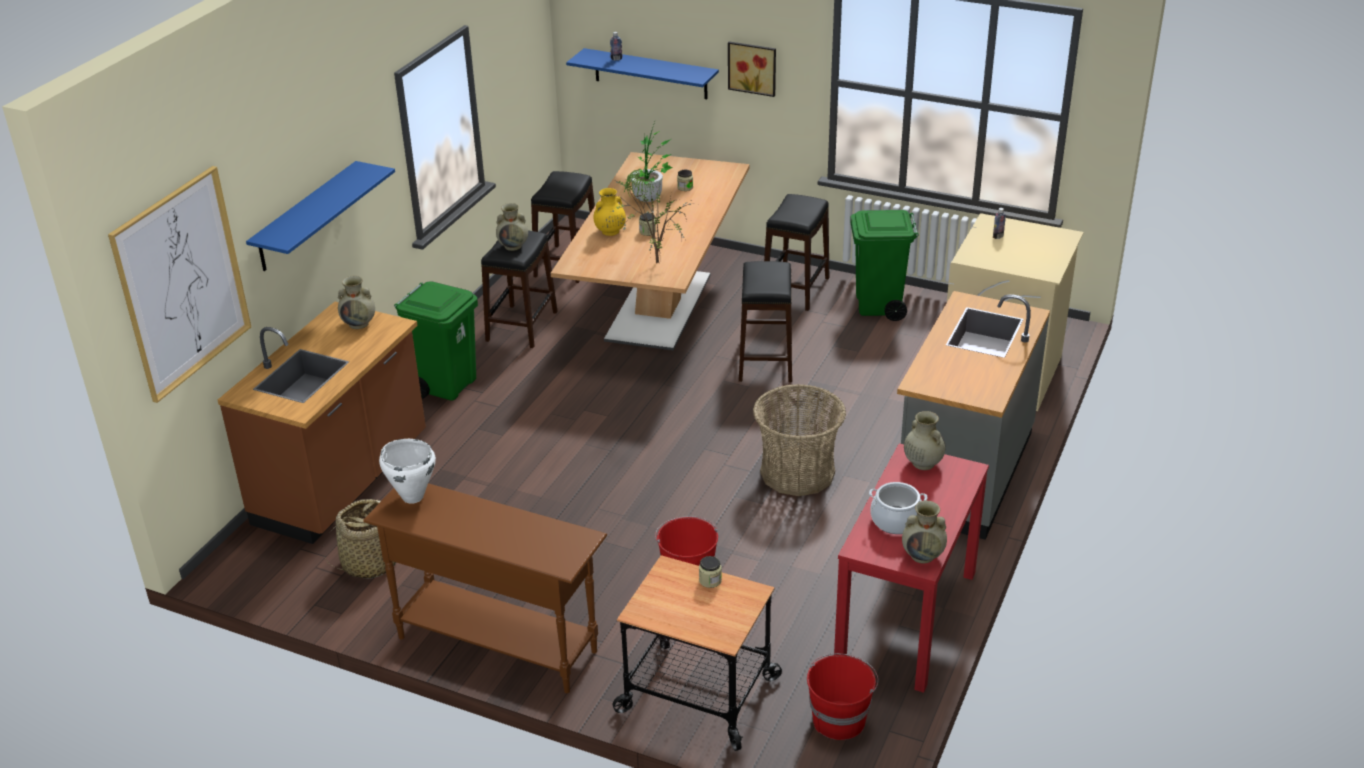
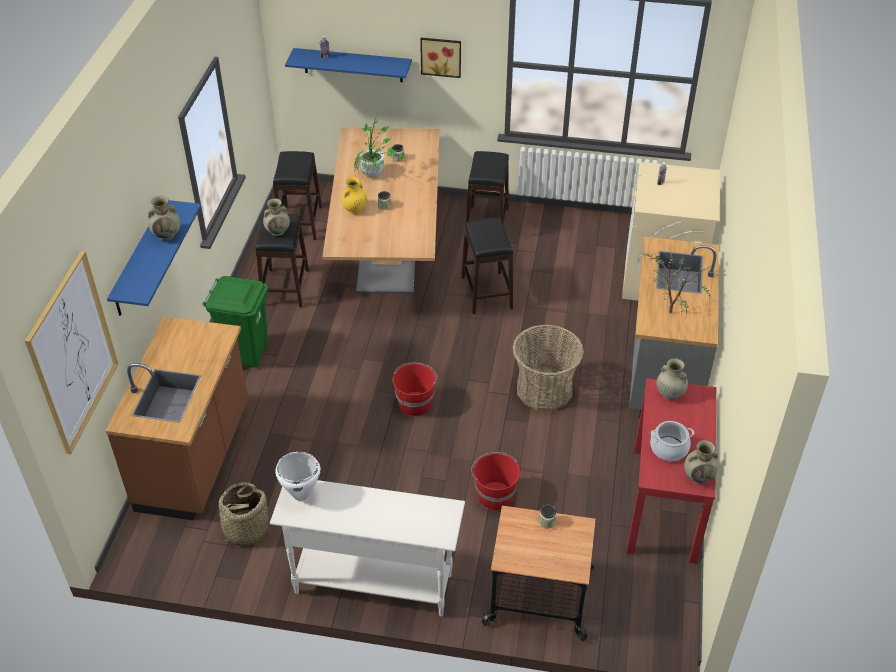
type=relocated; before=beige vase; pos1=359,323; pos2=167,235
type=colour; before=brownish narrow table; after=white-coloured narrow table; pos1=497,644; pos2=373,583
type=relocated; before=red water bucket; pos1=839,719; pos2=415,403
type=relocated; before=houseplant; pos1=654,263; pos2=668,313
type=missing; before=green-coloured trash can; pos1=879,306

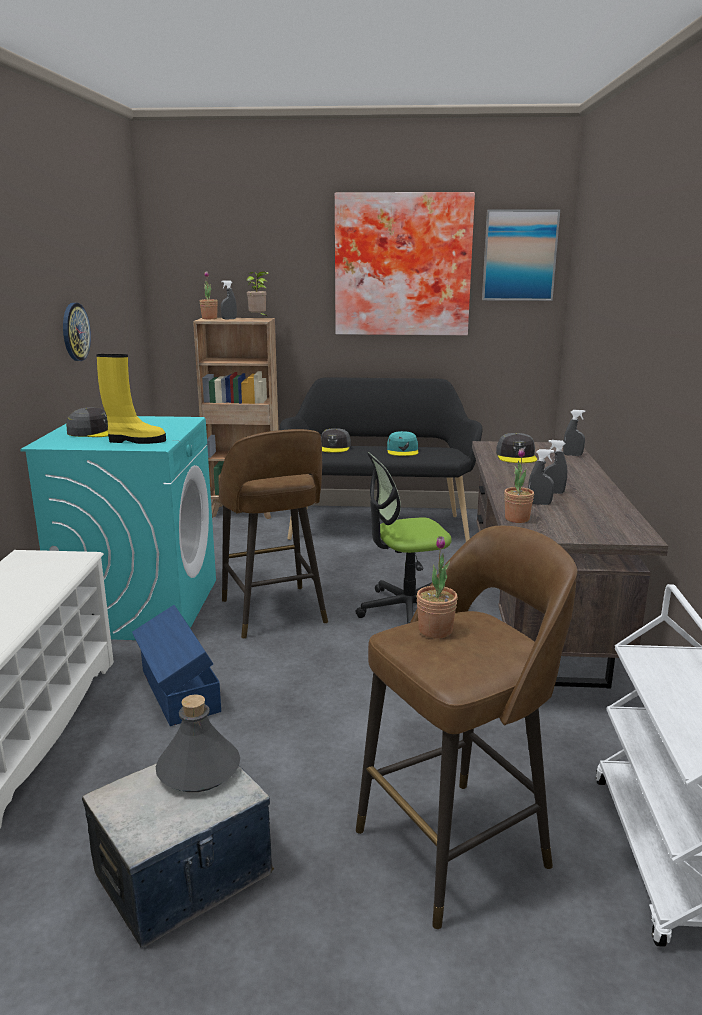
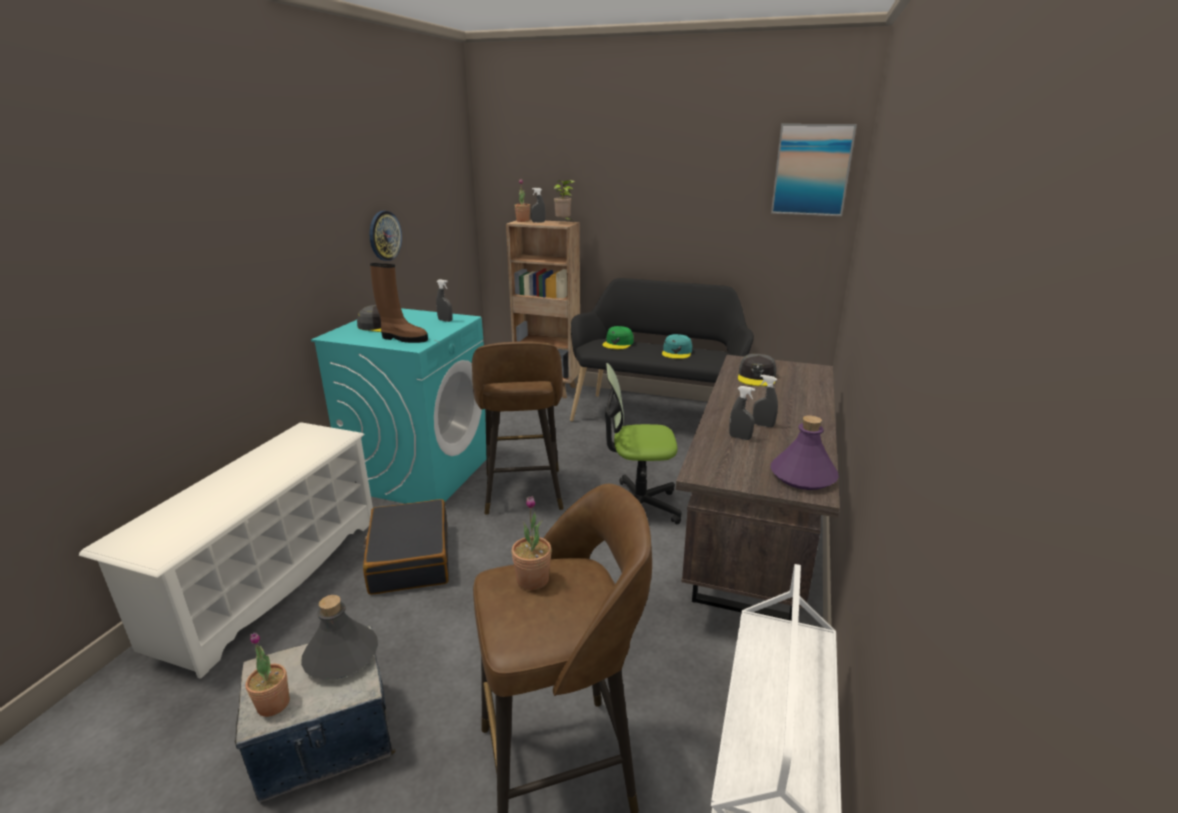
type=relocated; before=houseplant; pos1=517,519; pos2=273,704
type=exchanged; before=blue storage box; after=blackish suitcase; pos1=178,692; pos2=409,558
type=colour; before=yellowish high-top boot; after=brownish high-top boot; pos1=135,441; pos2=403,338
type=relocated; before=gray spray bottle; pos1=572,455; pos2=445,320
type=colour; before=gray baseball cap; after=green-coloured baseball cap; pos1=334,447; pos2=618,343
type=appeared; after=purplish bottle; pos2=803,476
type=missing; before=picture; pos1=402,265

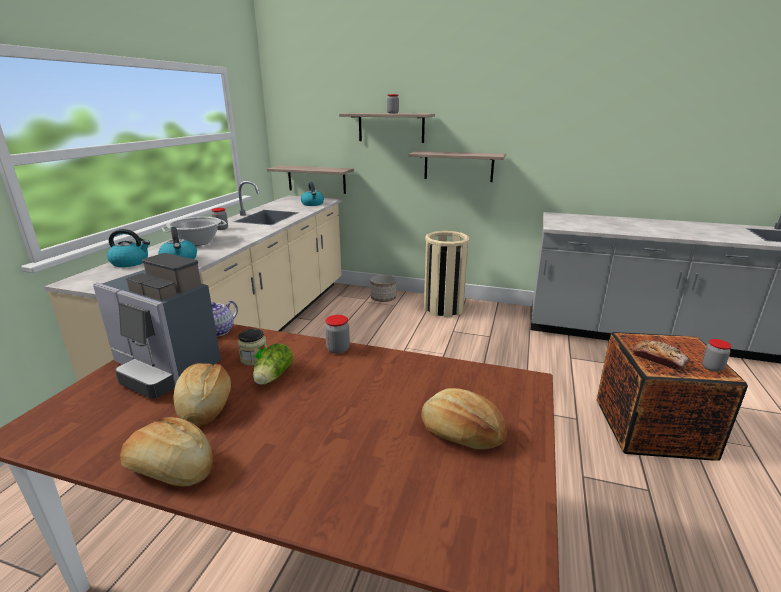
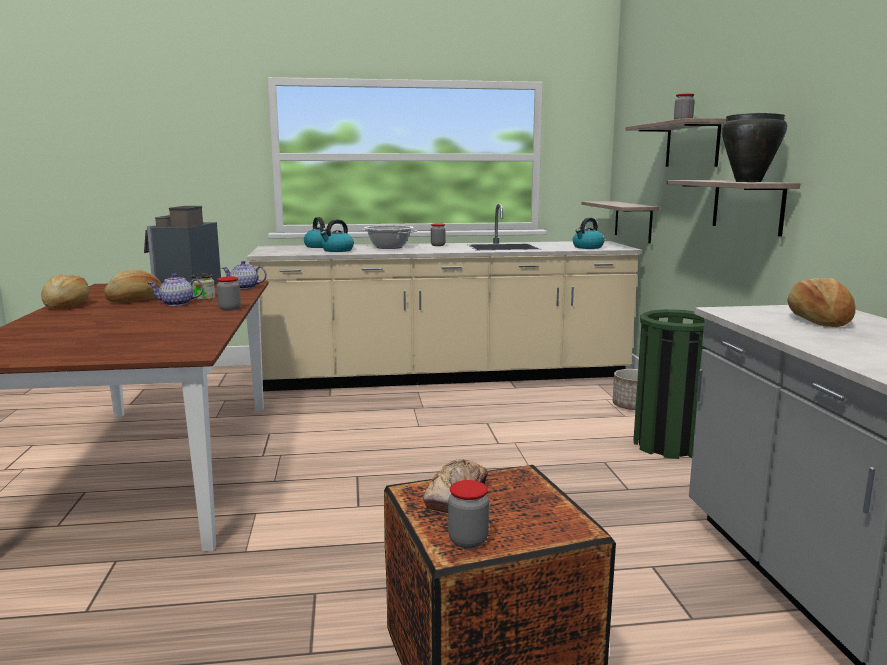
type=exchanged; before=head of lettuce; after=tea pot; pos1=272,377; pos2=176,304
type=colour; before=beige trash can; after=green-coloured trash can; pos1=443,308; pos2=668,444
type=appeared; after=blackish cooking pot; pos2=749,181
type=relocated; before=bread; pos1=461,434; pos2=818,320

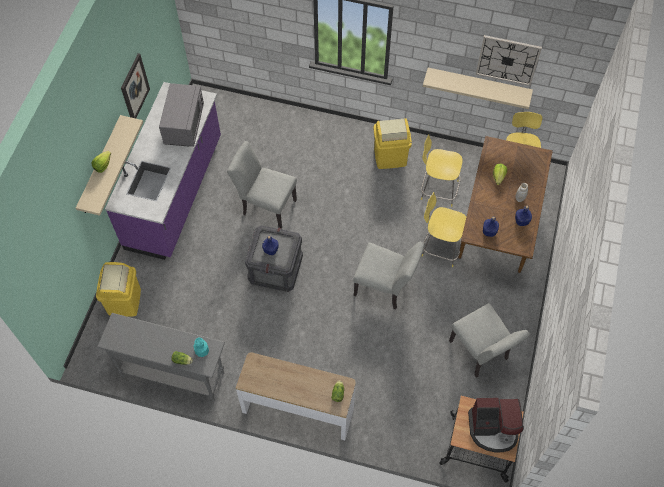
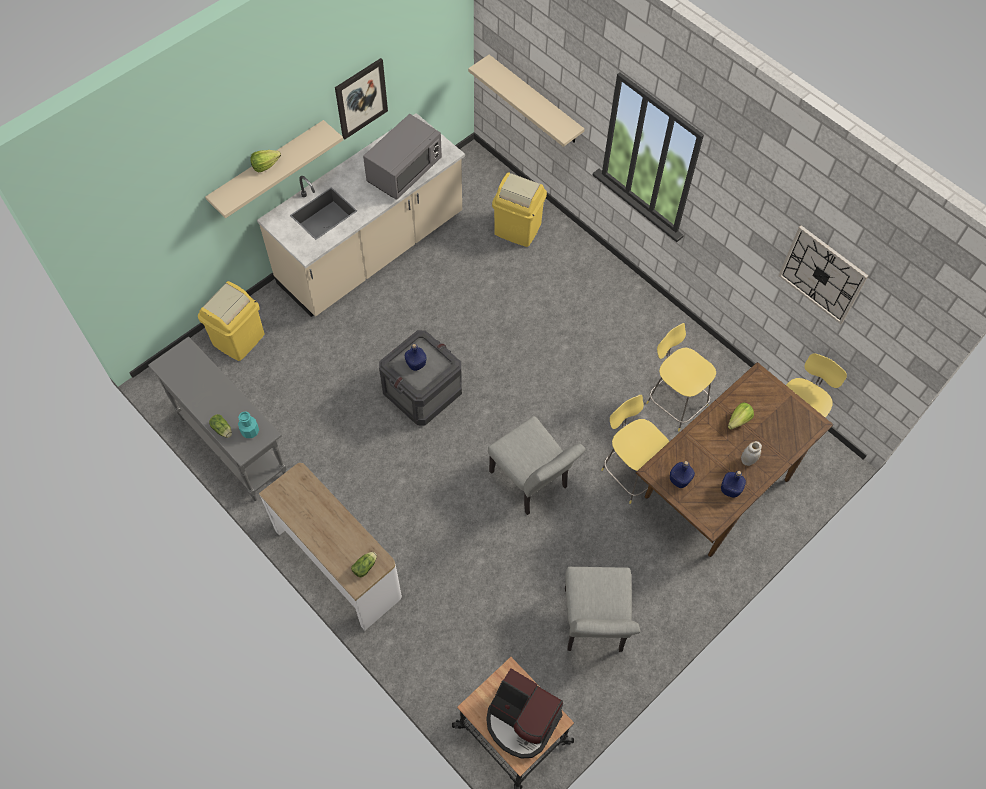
type=colour; before=purplish kitchen base unit; after=beige kitchen base unit; pos1=175,193; pos2=372,250
type=relocated; before=beige shelf; pos1=478,85; pos2=535,100
type=relocated; before=yellowish trash can; pos1=390,156; pos2=518,228
type=missing; before=gray plain chair; pos1=265,205

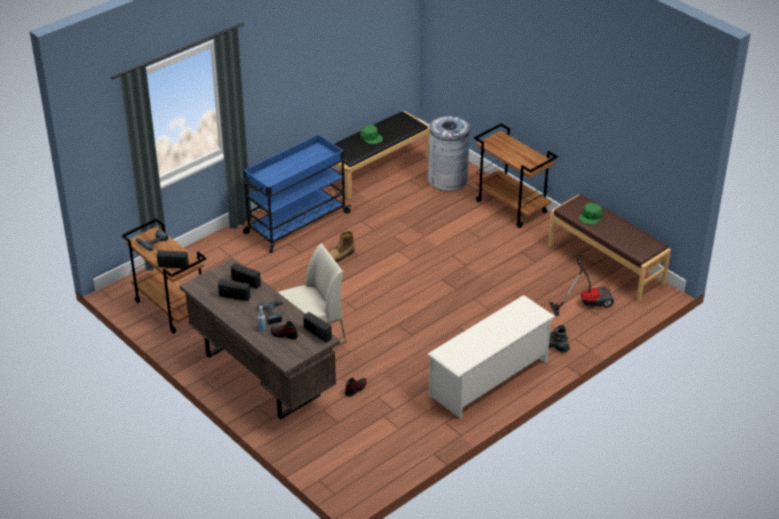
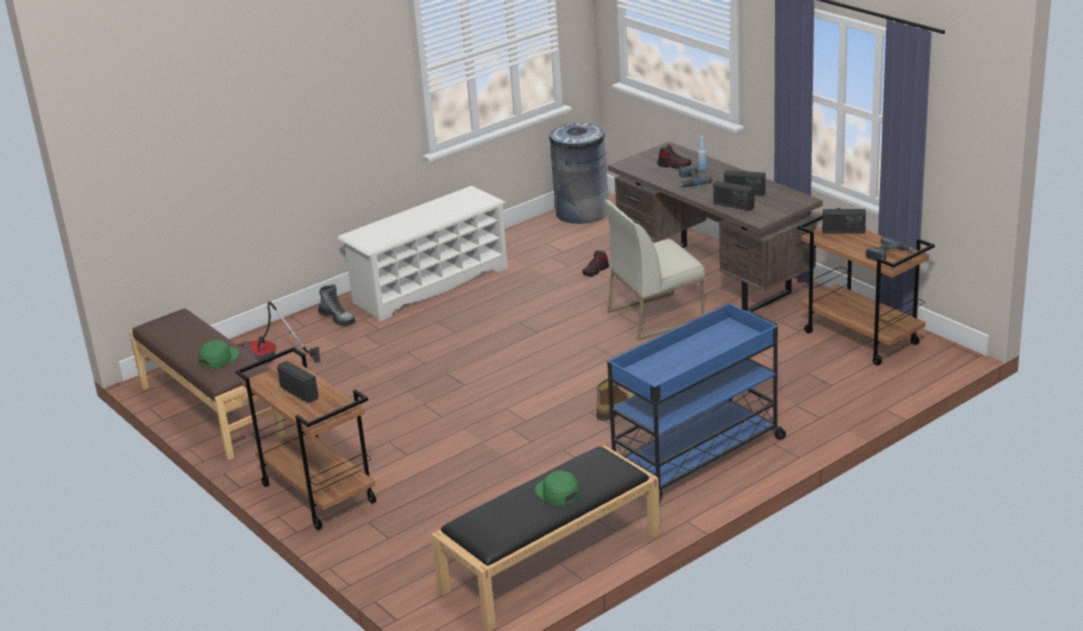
type=relocated; before=radio set; pos1=317,334; pos2=300,392
type=relocated; before=gray trash can; pos1=447,180; pos2=581,212

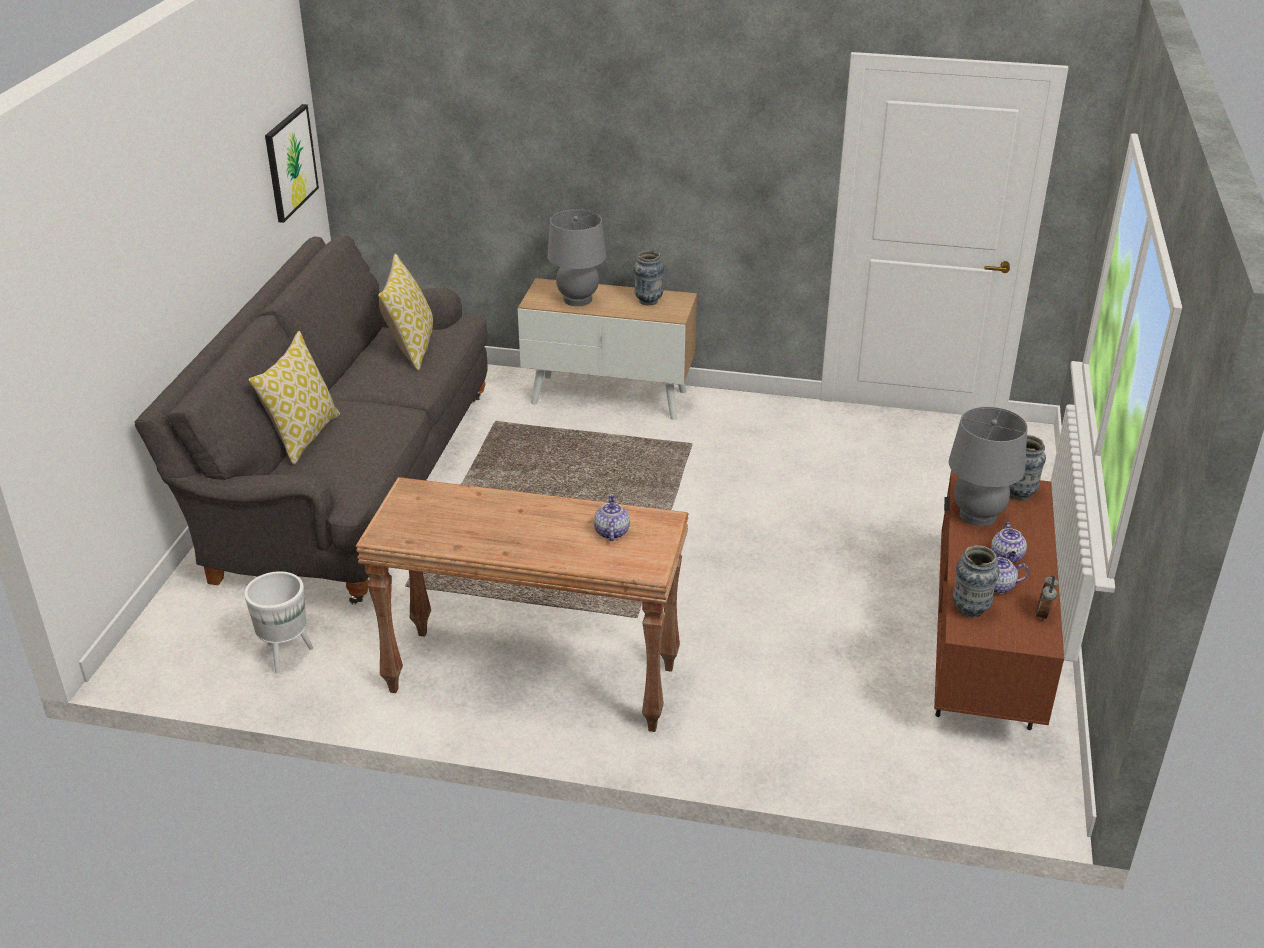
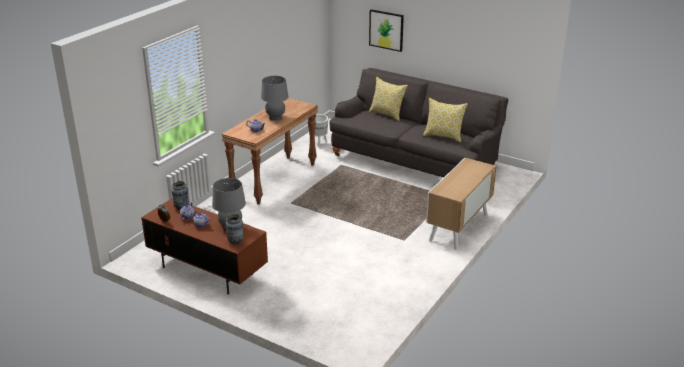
type=relocated; before=gray lamp for a table; pos1=577,299; pos2=275,117
type=relocated; before=picture; pos1=290,162; pos2=386,30
type=missing; before=vase; pos1=648,301

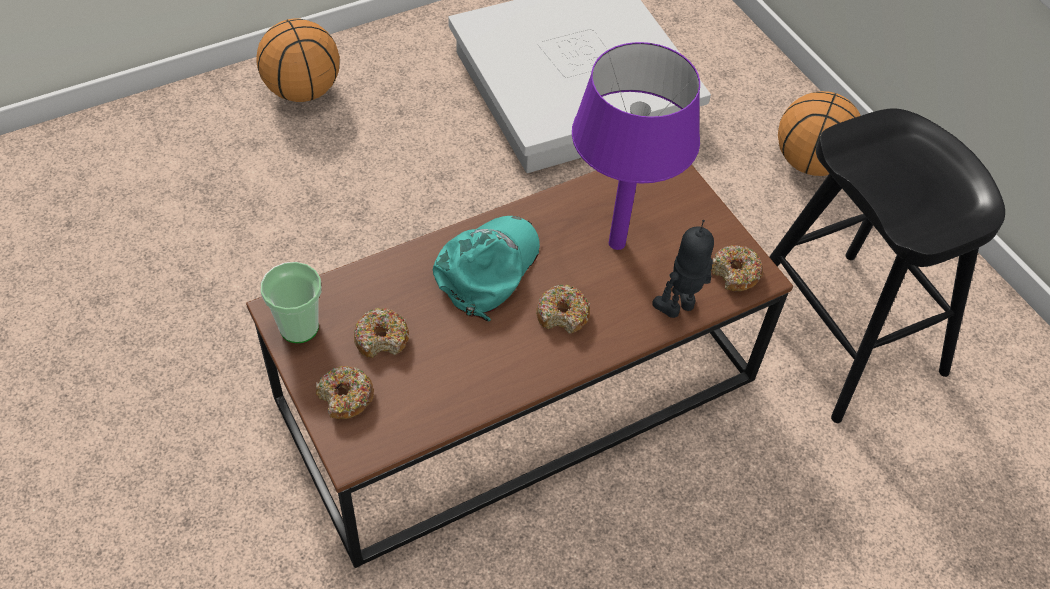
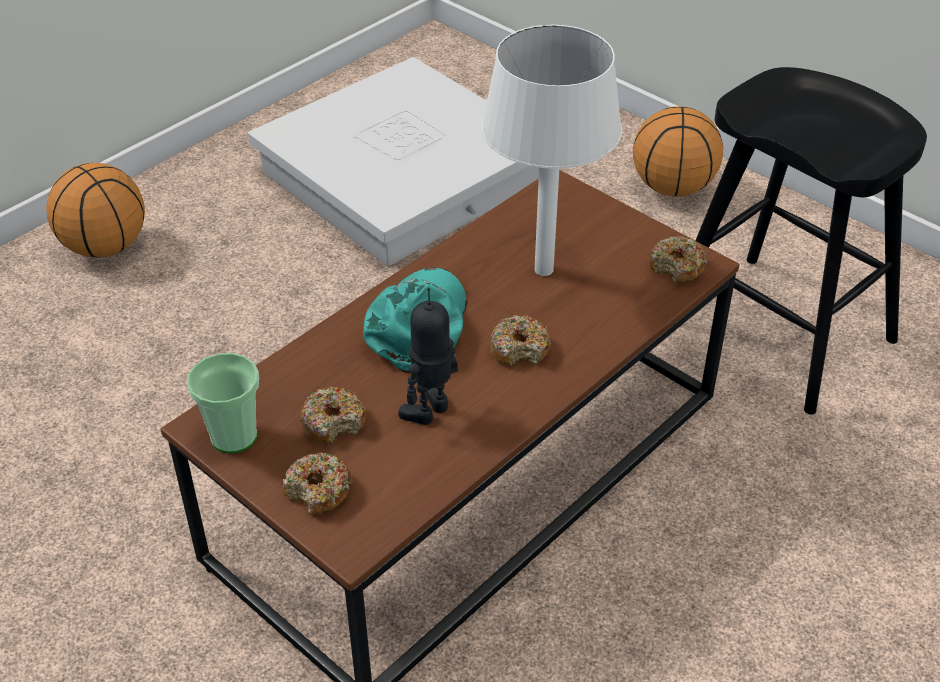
type=relocated; before=robot figure; pos1=678,307; pos2=430,412
type=colour; before=purplish lamp for a table; after=white-coloured lamp for a table; pos1=617,244; pos2=544,270

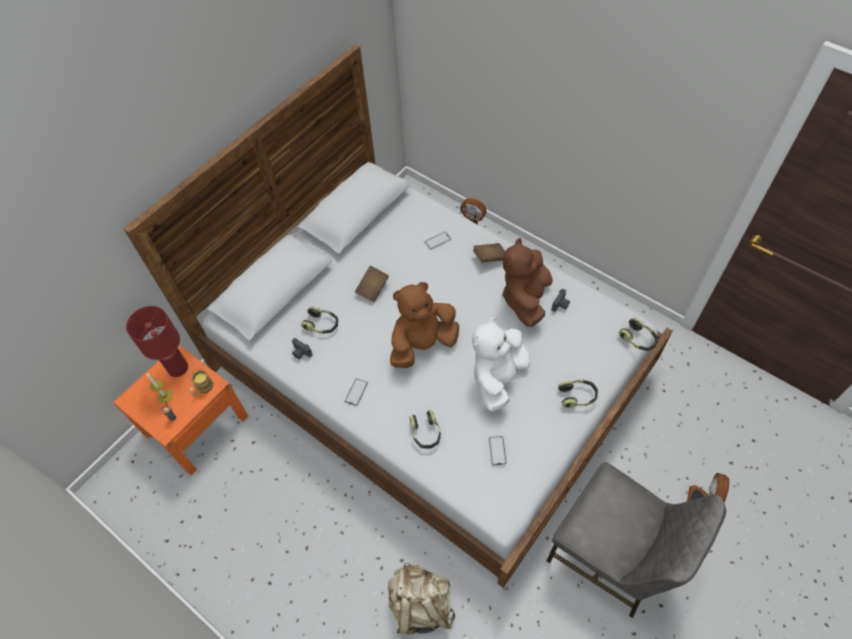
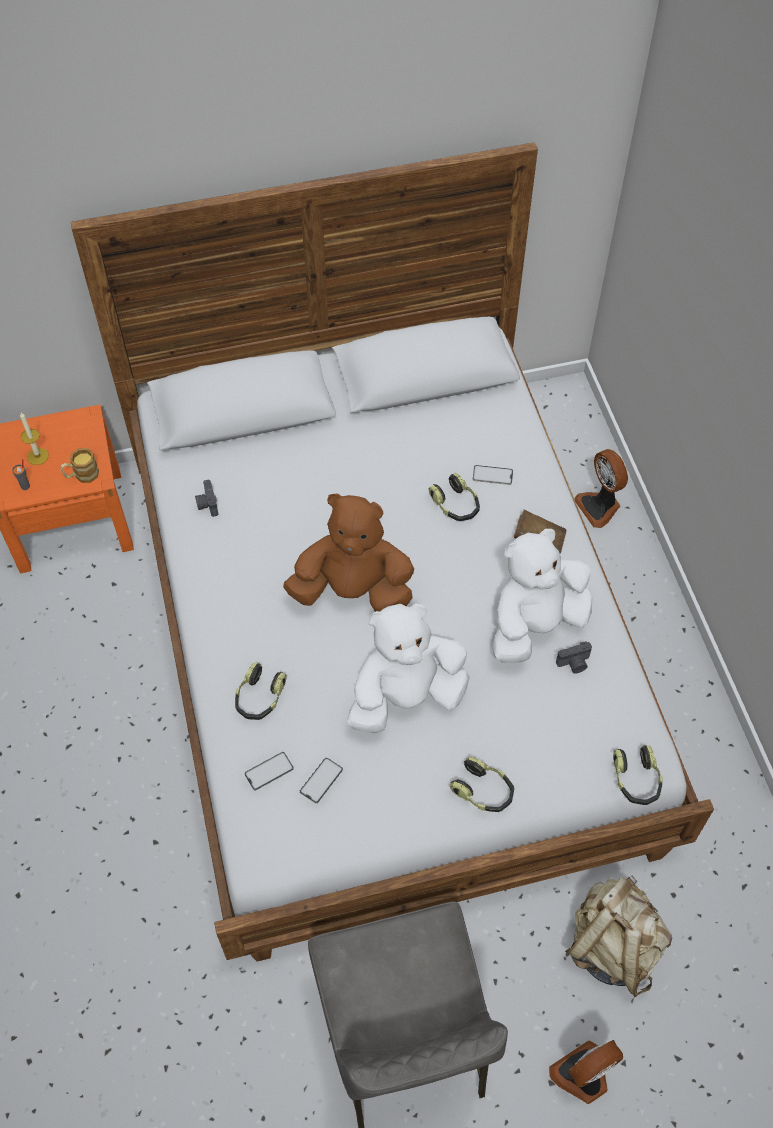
type=relocated; before=phone; pos1=356,392; pos2=269,771
type=relocated; before=headphones; pos1=322,324; pos2=455,505
type=colour; before=brownish plush toy; after=white-coloured plush toy; pos1=525,299; pos2=535,624
type=relocated; before=beige knapsack; pos1=420,605; pos2=612,946
type=missing; before=red lamp for a table; pos1=178,368
type=missing; before=brownish volume; pos1=372,289

